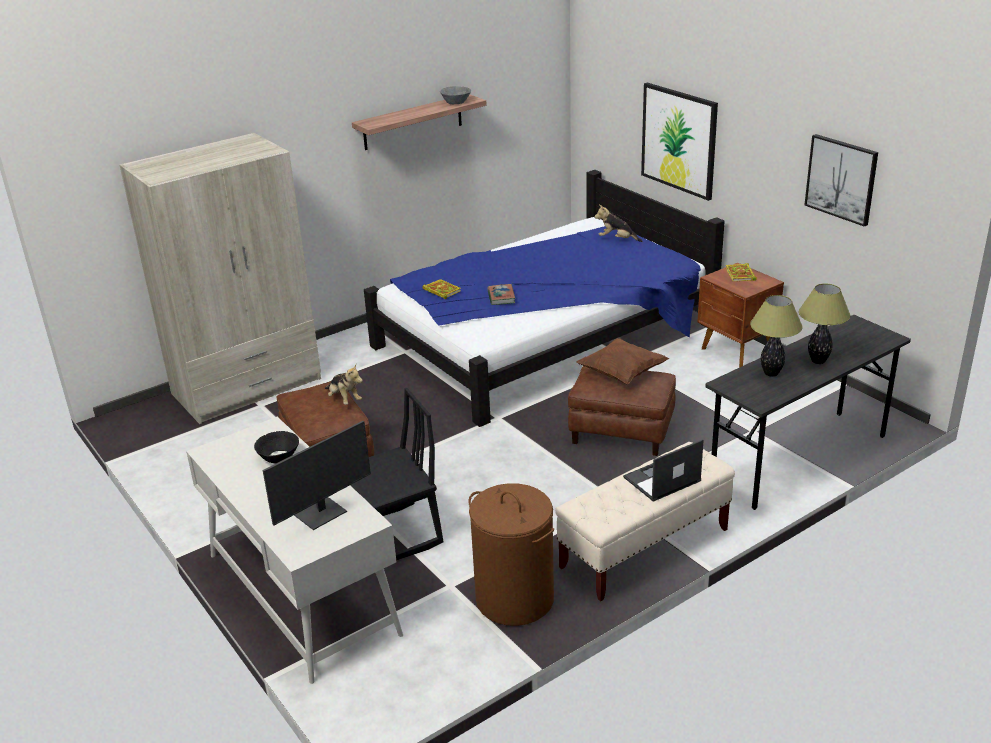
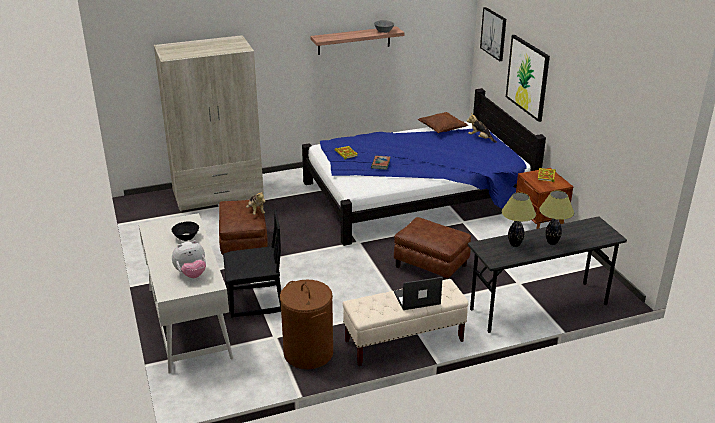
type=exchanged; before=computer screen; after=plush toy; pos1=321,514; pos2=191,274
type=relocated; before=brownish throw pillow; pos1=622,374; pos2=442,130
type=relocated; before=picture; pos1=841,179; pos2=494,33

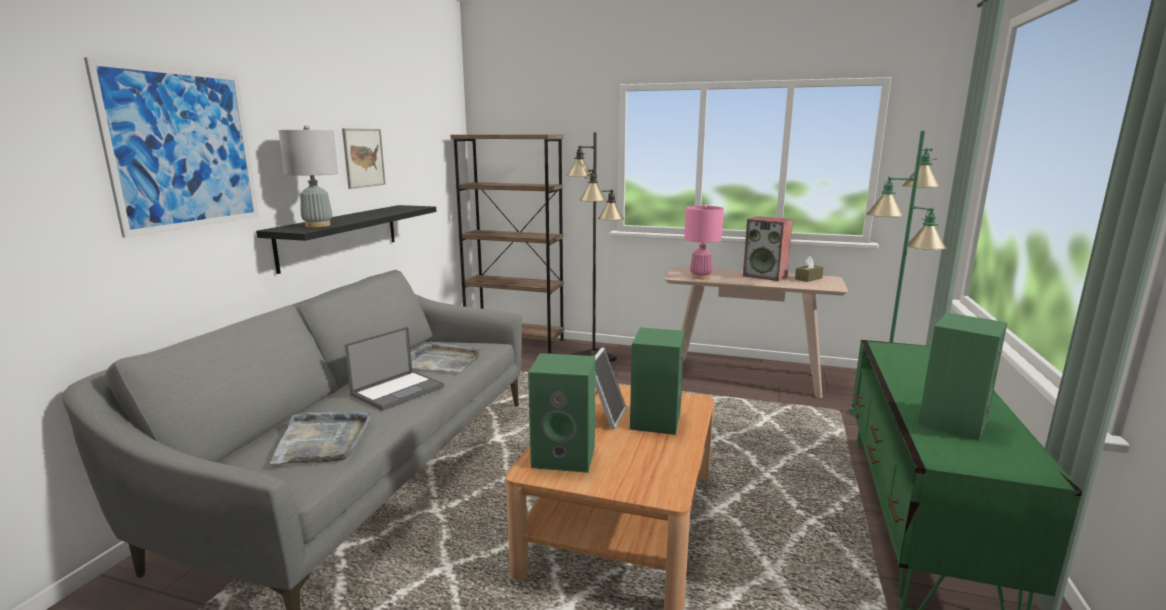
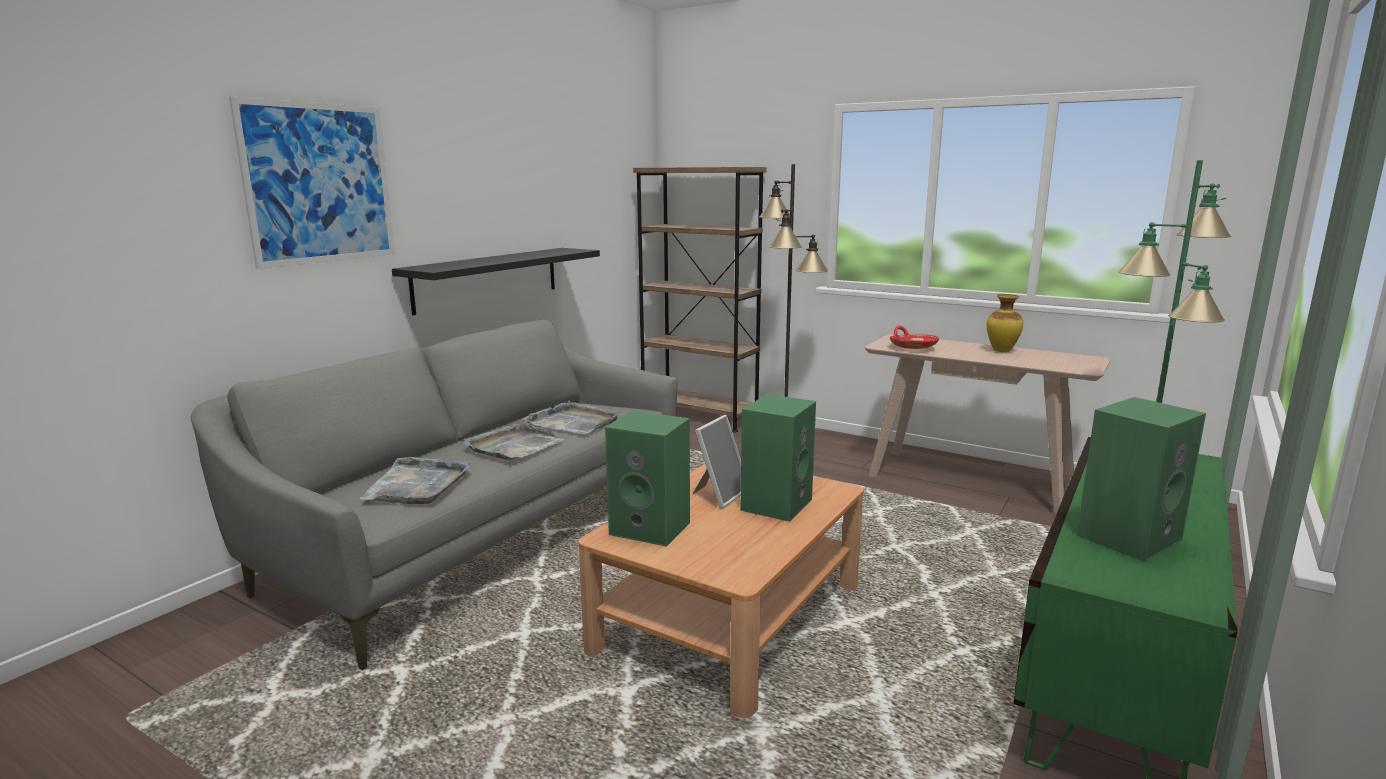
type=exchanged; before=notebook computer; after=gray carrying tray; pos1=398,390; pos2=513,446
type=exchanged; before=pinkish lamp for a table; after=red deep dish; pos1=700,277; pos2=912,348
type=exchanged; before=audio speaker; after=vase; pos1=765,276; pos2=1002,351
type=missing; before=gray lamp for a table; pos1=318,225
type=missing; before=picture; pos1=363,158
type=missing; before=brownish tissue holder; pos1=808,278

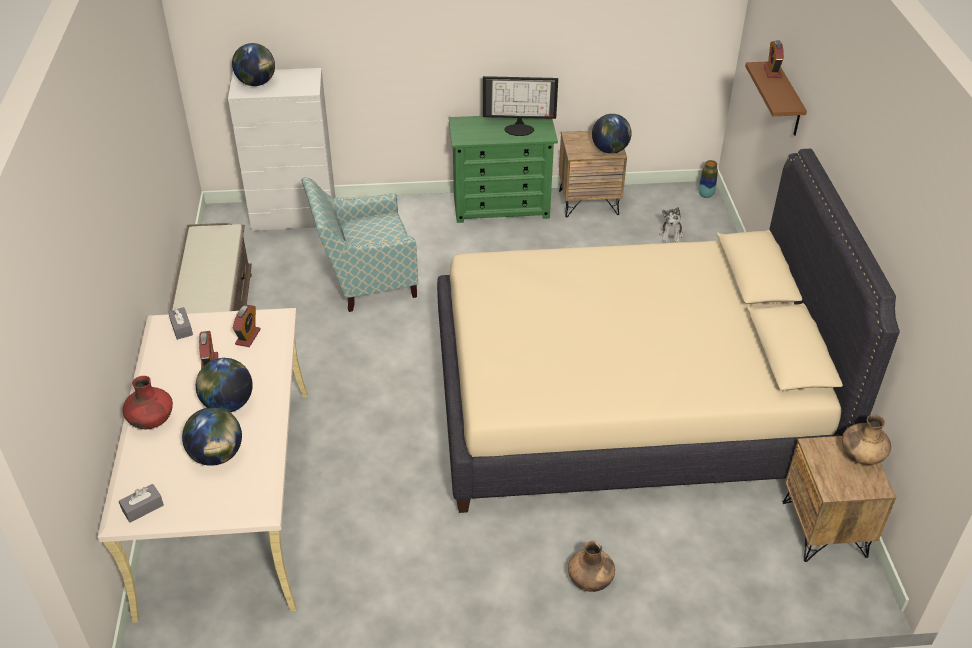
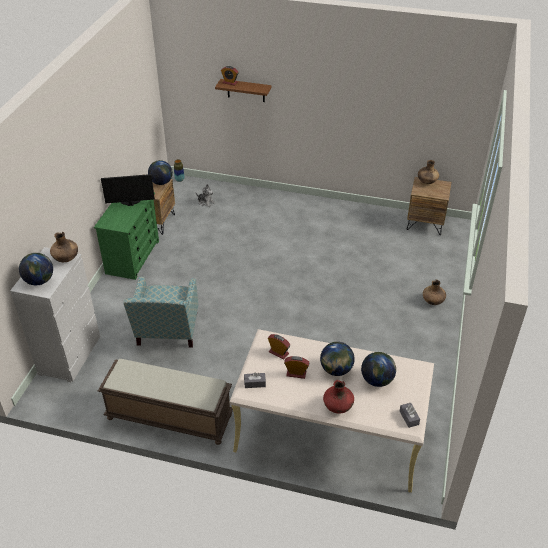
type=appeared; after=brownish vase; pos2=66,258
type=spun; before=computer screen; pos1=519,128; pos2=130,202; turn=-120
type=missing; before=beige bedroom bed; pos1=625,402

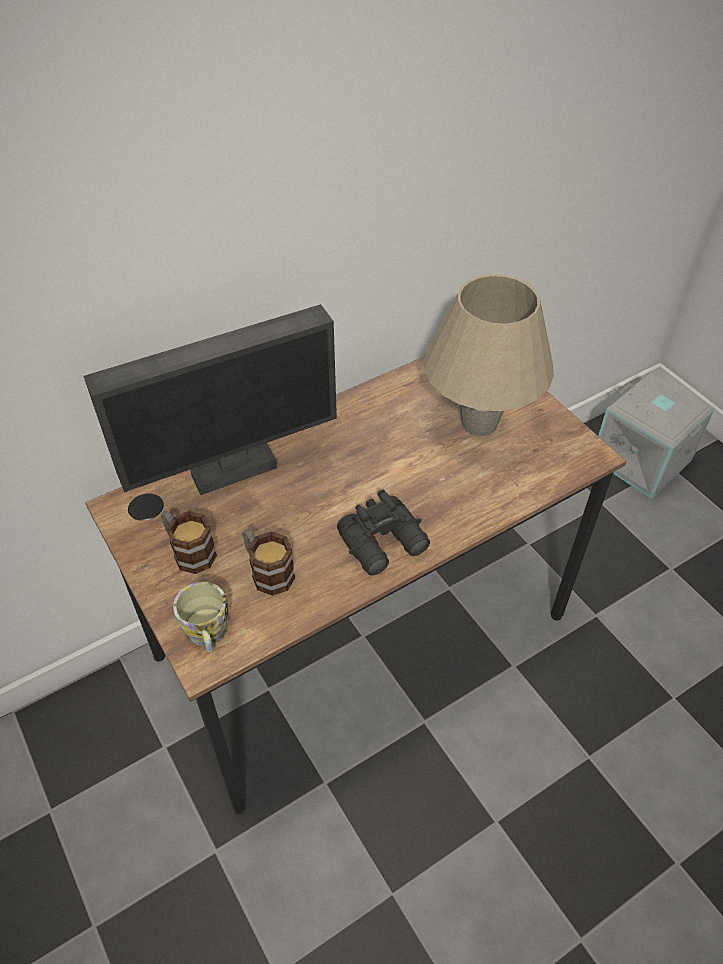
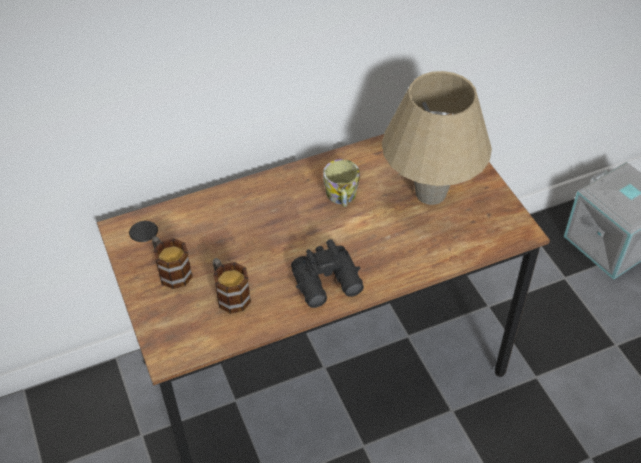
type=relocated; before=tea mug; pos1=207,633; pos2=341,197
type=missing; before=computer screen; pos1=233,470

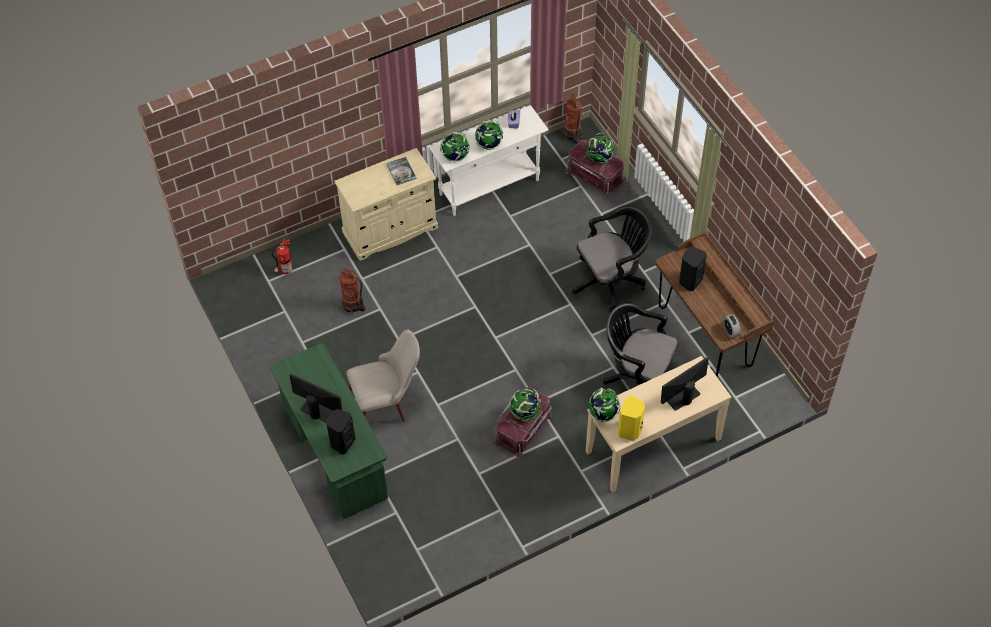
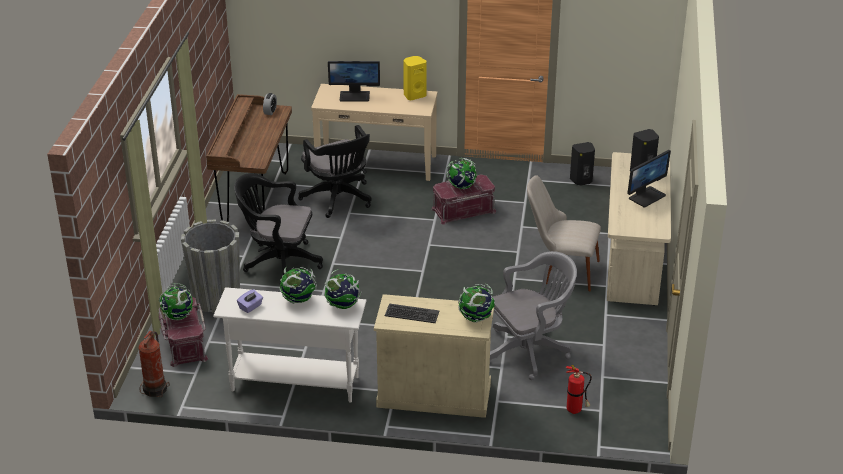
type=appeared; after=gray flower pot; pos2=216,298
type=exchanged; before=volume; after=computer keyboard; pos1=401,171; pos2=411,314
type=relocated; before=globe; pos1=603,414; pos2=476,318
type=exchanged; before=fire extinguisher; after=gray desk chair; pos1=353,305; pos2=530,350
type=relocated; before=blackish audio speaker; pos1=689,281; pos2=581,180
type=colour; before=green-coloured desk; after=beige desk; pos1=334,452; pos2=633,260
type=spun; before=computer screen; pos1=319,409; pos2=646,196; turn=-105

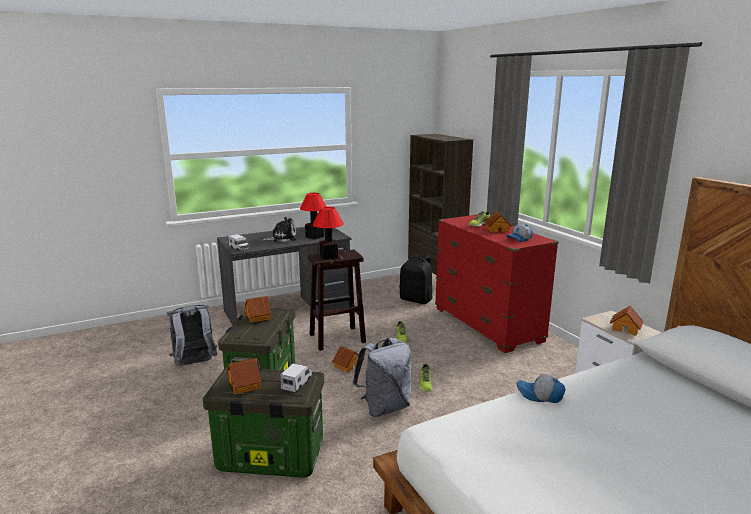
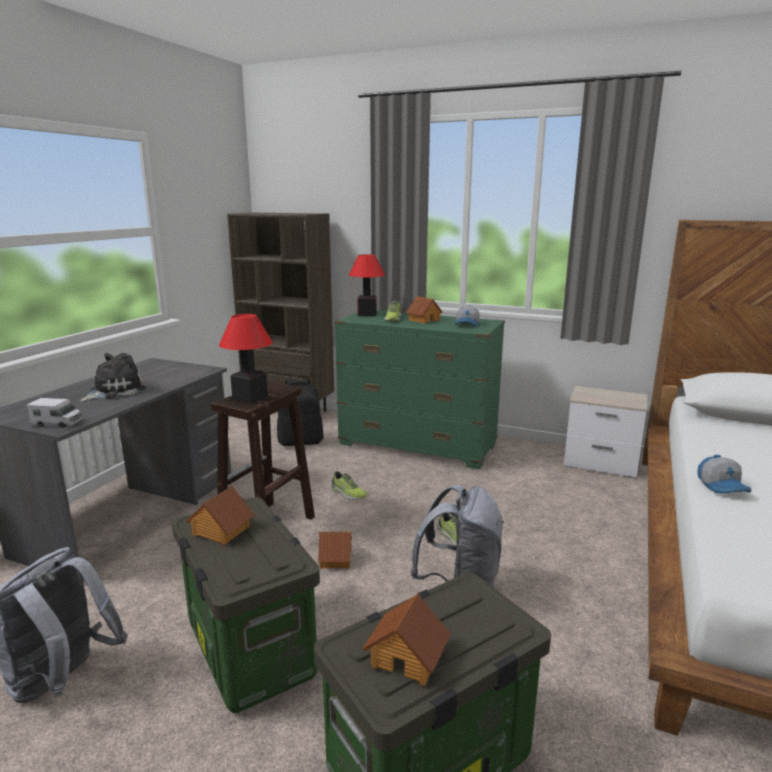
type=colour; before=red chest of drawers; after=green-coloured chest of drawers; pos1=487,325; pos2=418,445
type=relocated; before=lamp for a table; pos1=315,236; pos2=367,314
type=spun; before=baseball cap; pos1=540,395; pos2=723,486; turn=-75
type=missing; before=model truck; pos1=297,383
type=missing; before=model house; pos1=626,328

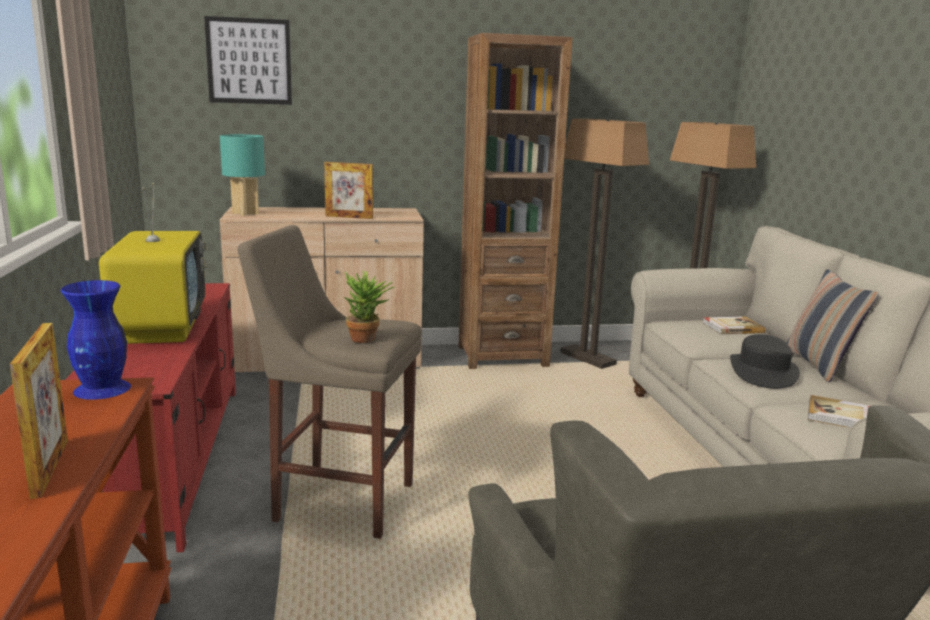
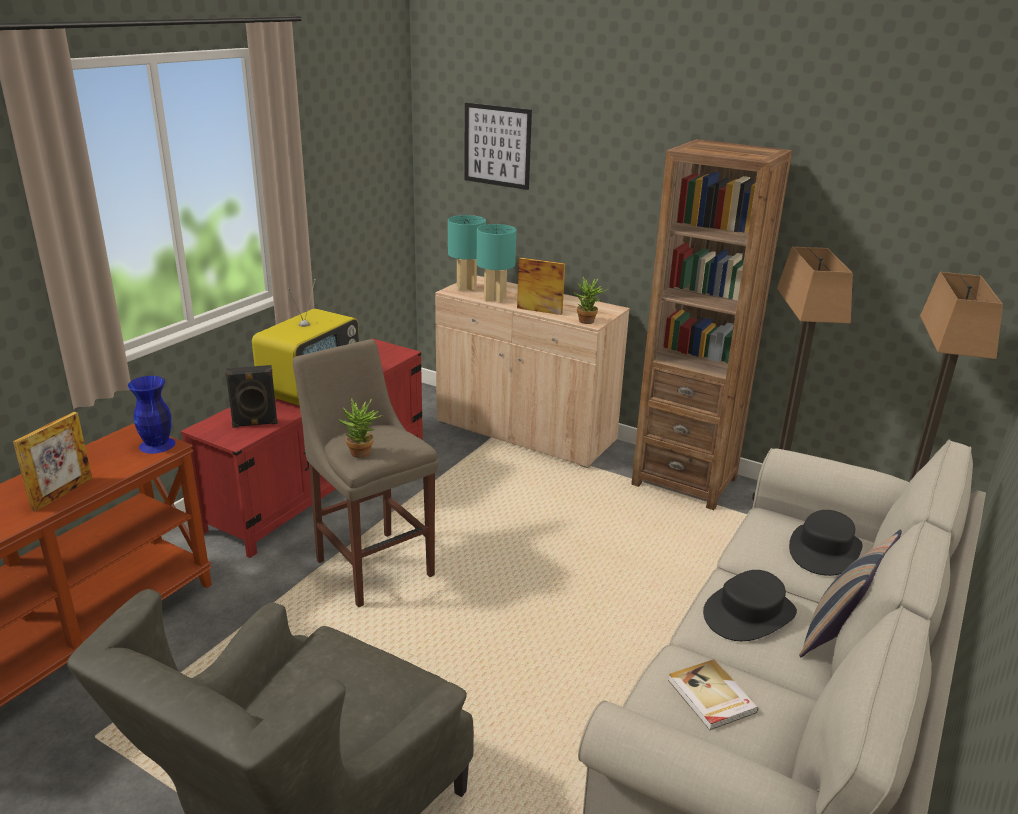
type=appeared; after=blackish audio speaker; pos2=255,424
type=appeared; after=turquoise lamp for a table; pos2=494,299
type=spun; before=standing frame; pos1=349,217; pos2=539,311; turn=150
type=appeared; after=houseplant; pos2=588,322
type=exchanged; before=volume; after=blackish hat; pos1=732,327; pos2=824,550

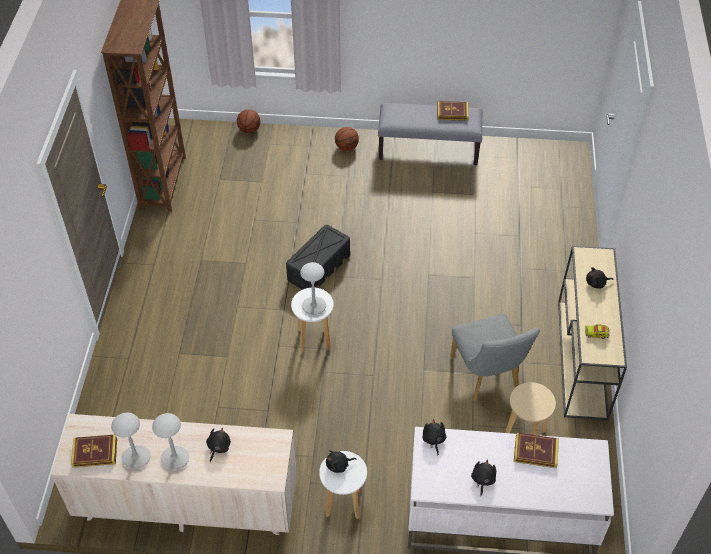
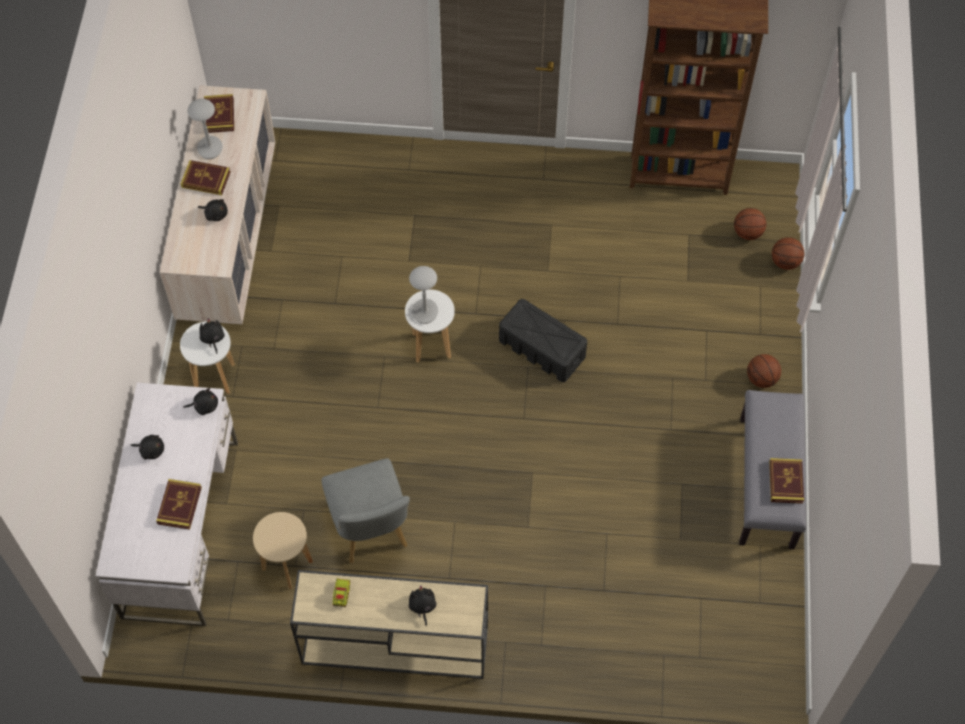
type=exchanged; before=gray lamp for a table; after=volume; pos1=175,458; pos2=206,179
type=spun; before=gray plain chair; pos1=487,377; pos2=370,531; turn=-90
type=appeared; after=basketball ball; pos2=747,233

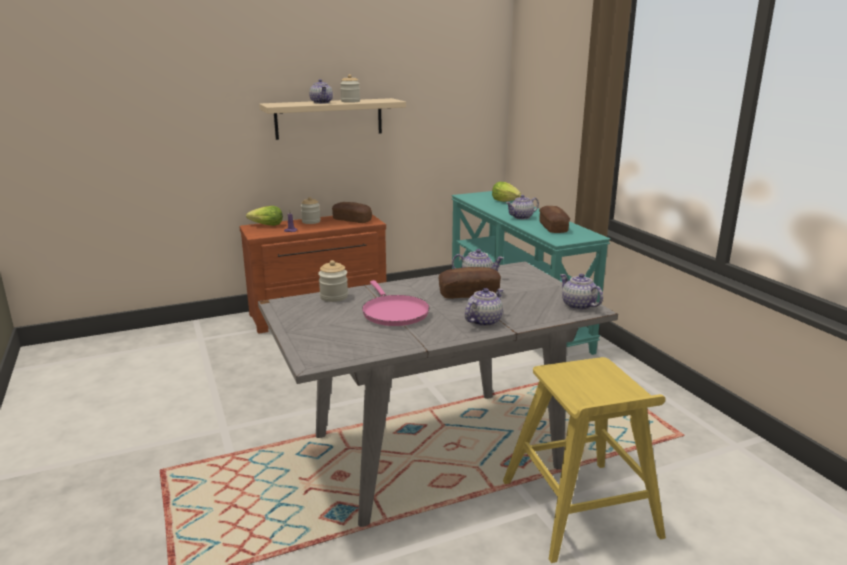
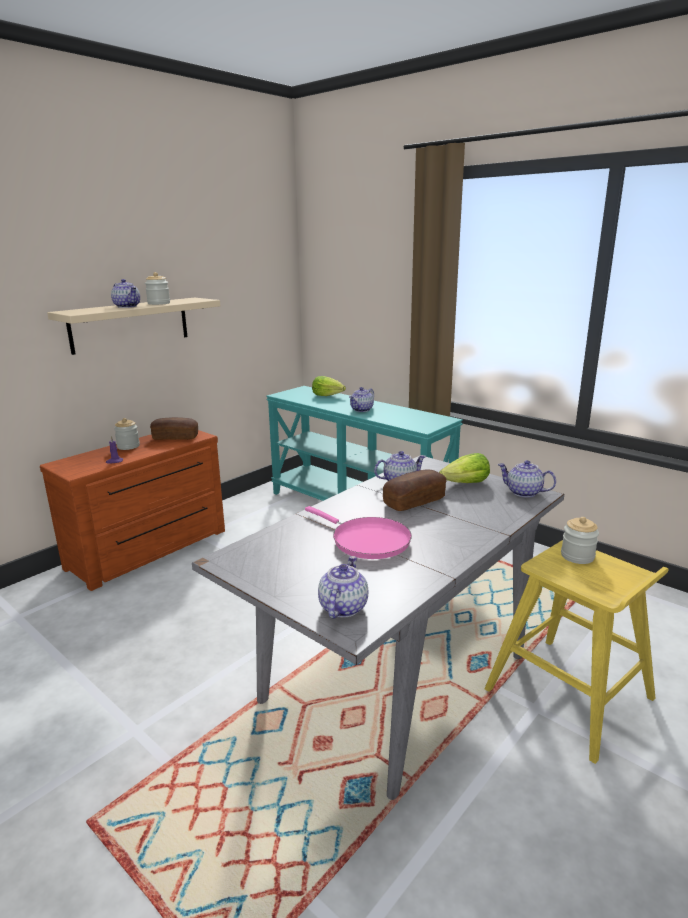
type=relocated; before=tea pot; pos1=483,321; pos2=342,607
type=relocated; before=head of lettuce; pos1=266,225; pos2=466,484
type=relocated; before=storage jar; pos1=334,297; pos2=577,556
type=missing; before=bread; pos1=553,227

